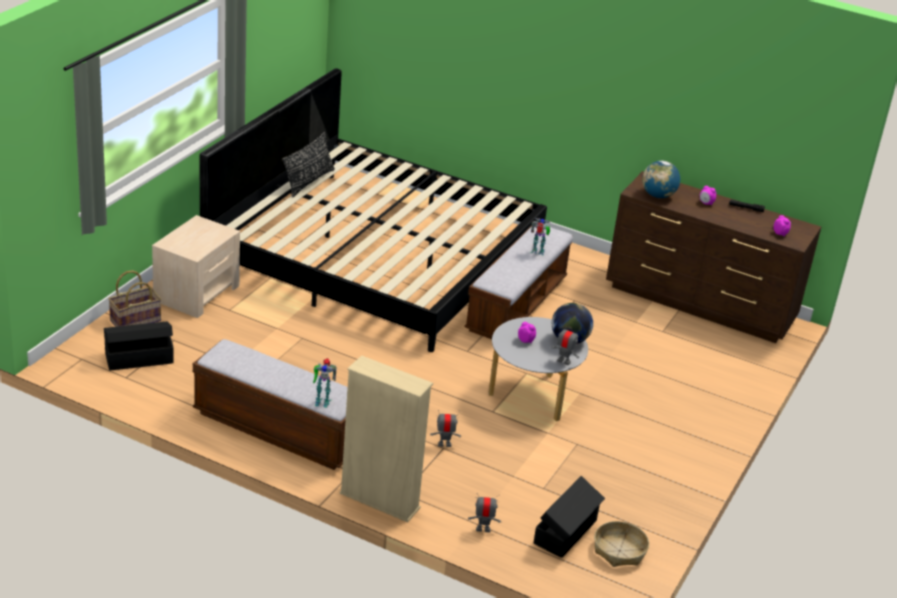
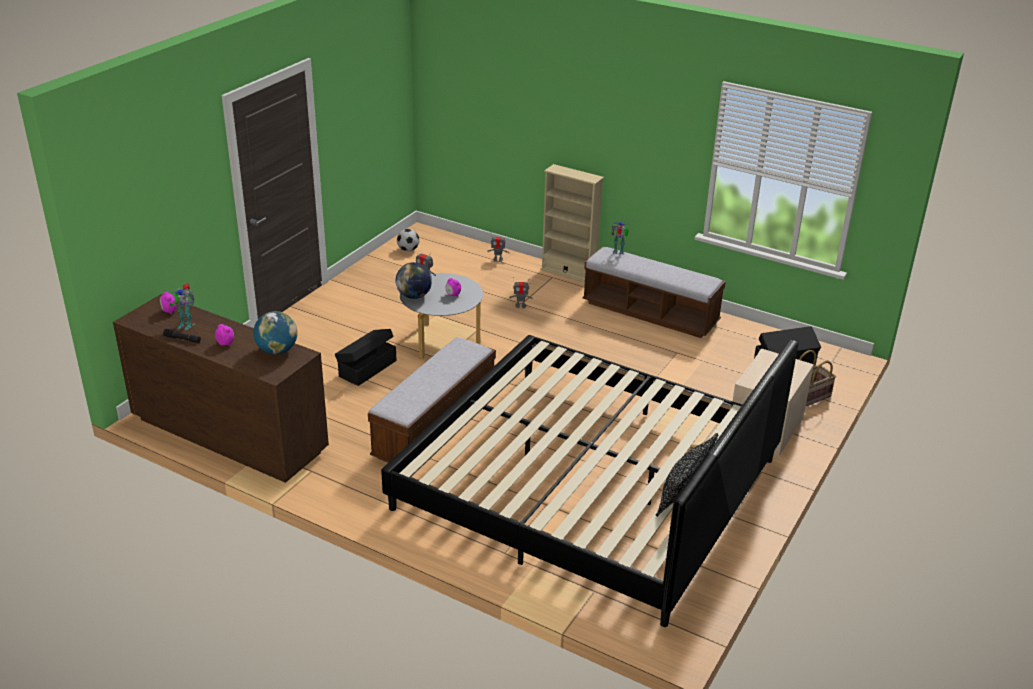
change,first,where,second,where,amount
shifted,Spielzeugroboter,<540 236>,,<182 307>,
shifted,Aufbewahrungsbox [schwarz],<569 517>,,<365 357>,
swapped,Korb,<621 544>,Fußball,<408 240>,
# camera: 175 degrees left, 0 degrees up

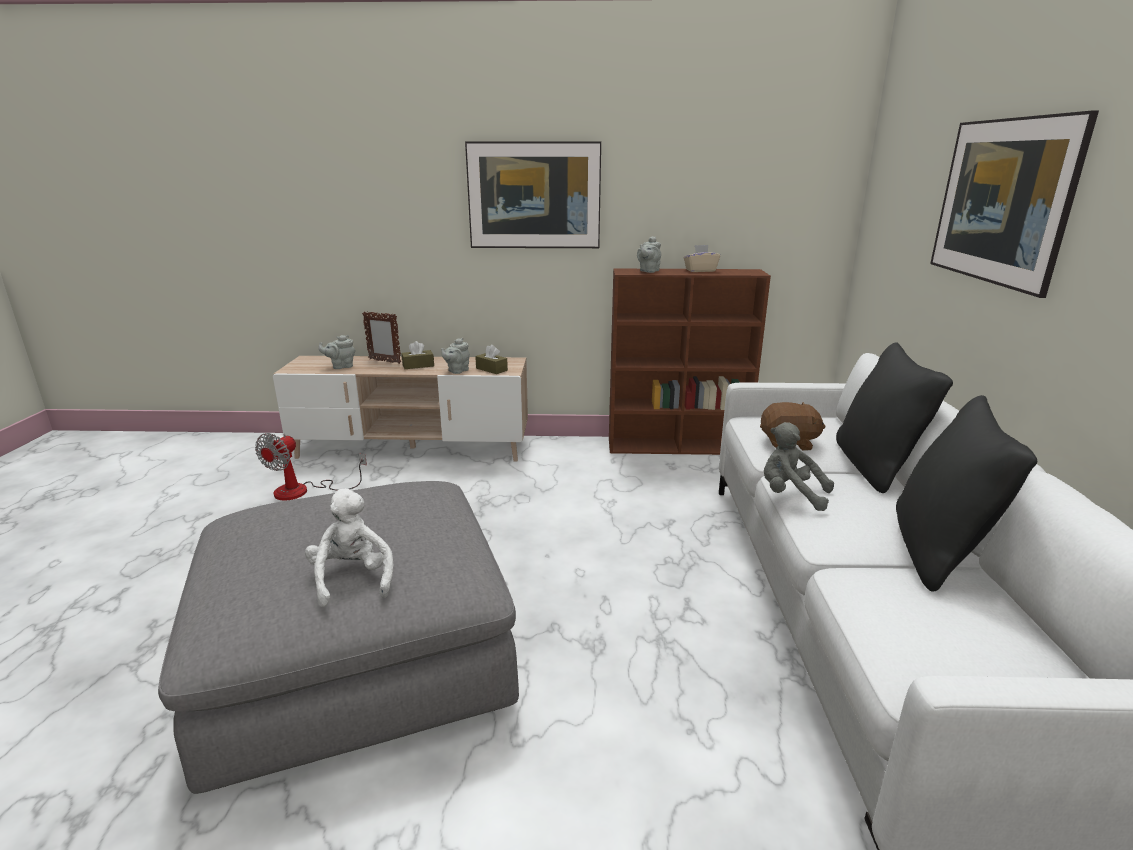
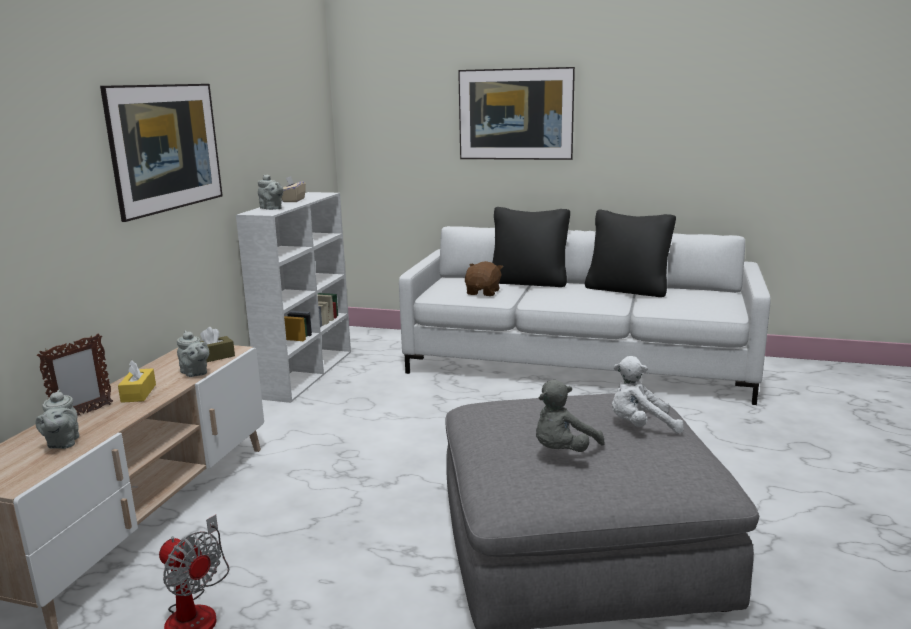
change,first,where,second,where,amount
shifted,Plüschtier [grau],<799 466>,,<570 416>,
repainted,Taschentuchbox [braun],<417 355>,Taschentuchbox [gelb],<137 381>,
repainted,Bücherregal [braun],<690 362>,Bücherregal [weiß],<293 297>,
# camera: 75 degrees left, 5 degrees down

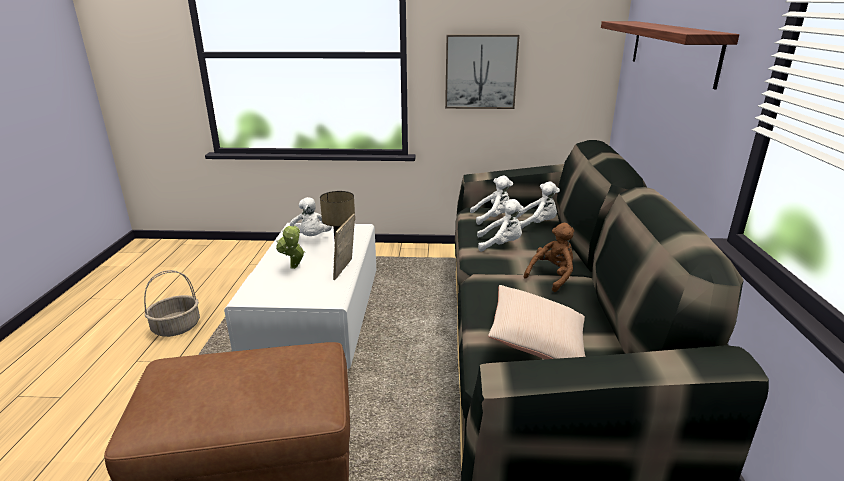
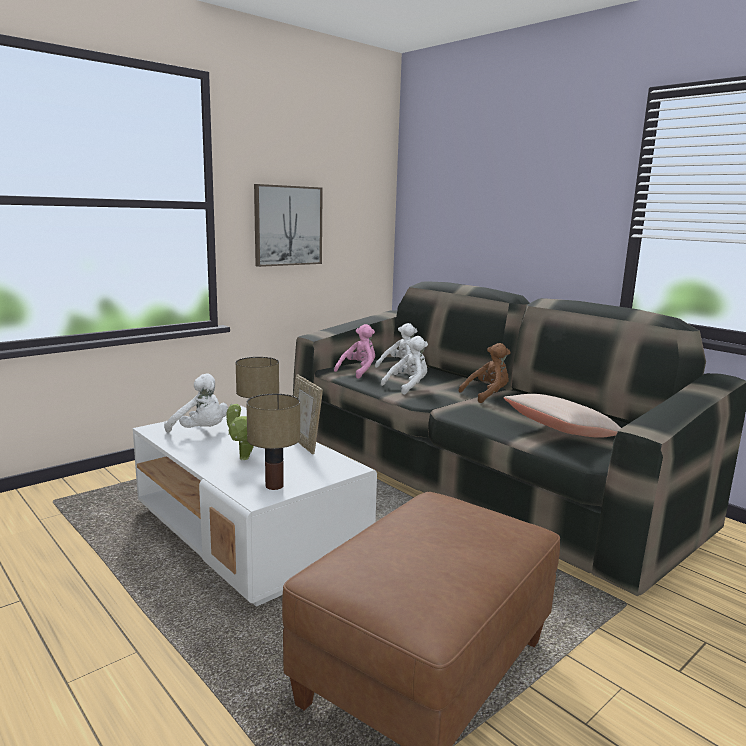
change,first,where,second,where,amount
gone,Korb,<172 303>,,,
gone,Wandregal,<670 55>,,,
new,,,Tischlampe,<273 442>,
repainted,Plüschtier [weiß],<491 200>,Plüschtier [rosa],<354 351>,
rotated,Plüschtier [braun],<549 257>,,<484 373>,60 degrees clockwise
# camera: 45 degrees left, 10 degrees down

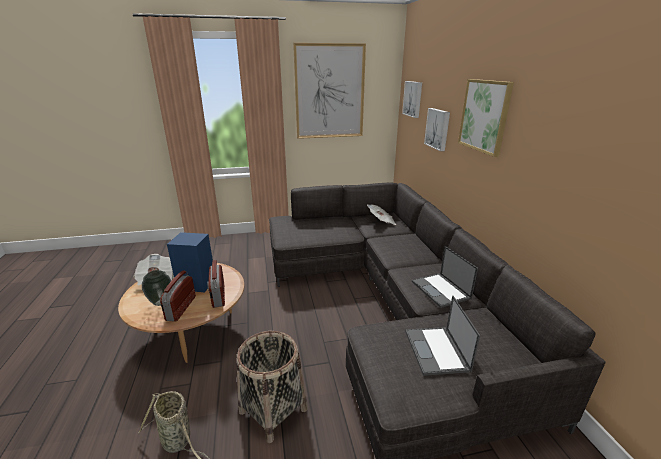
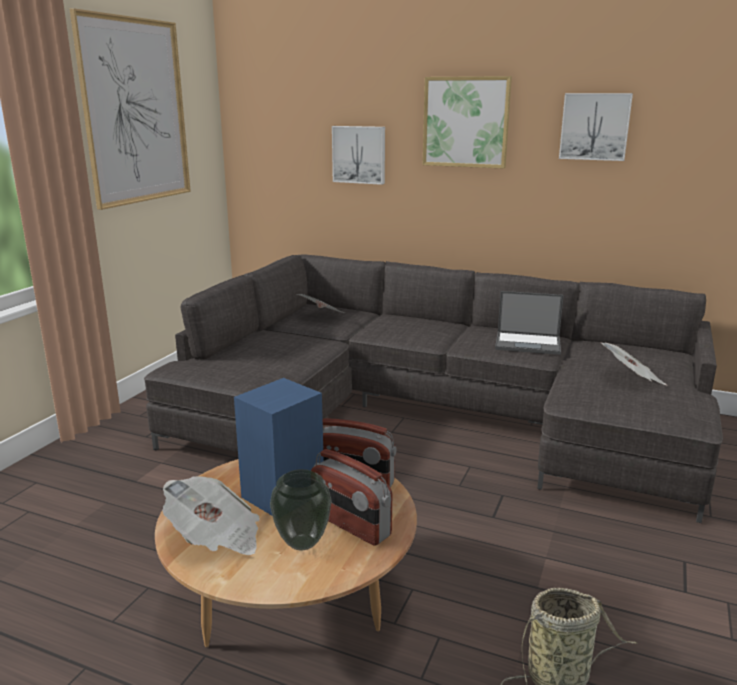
change,first,where,second,where,amount
gone,Korb,<272 387>,,,
shifted,Bild,<412 99>,,<596 127>,
swapped,Laptop,<442 335>,Zeitung,<633 363>,
# camera: 55 degrees left, 5 degrees down

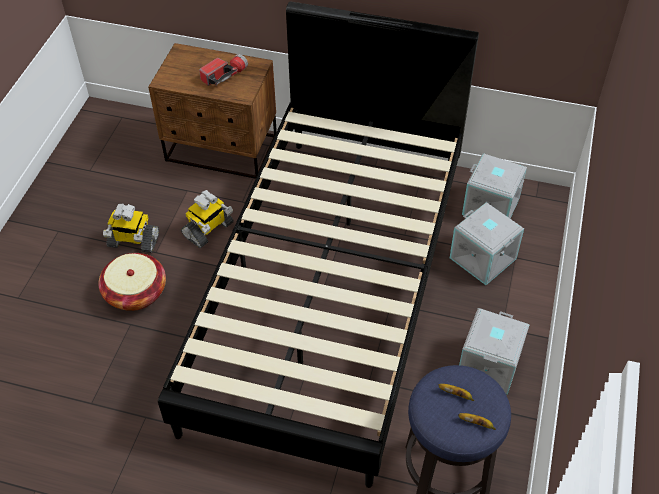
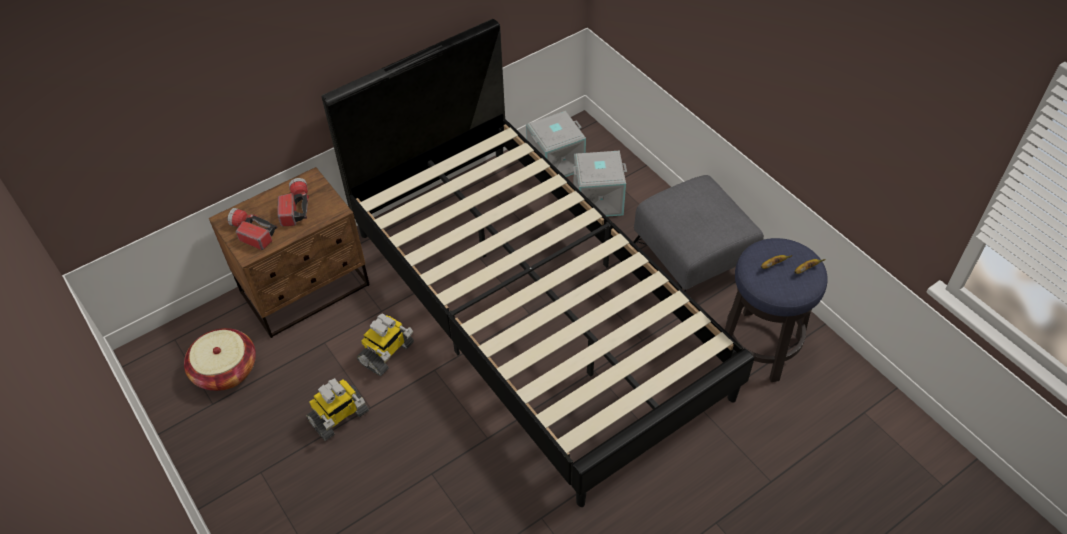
change,first,where,second,where,amount
new,,,Taschenlampe,<253 229>,
shifted,Korb,<132 282>,,<220 359>,
swapped,Aufbewahrungsbox [grau],<494 351>,Polsterhocker [grau],<698 233>,
rotated,Spielzeugroboter,<207 219>,,<385 344>,45 degrees clockwise
# camera: 50 degrees left, 0 degrees up

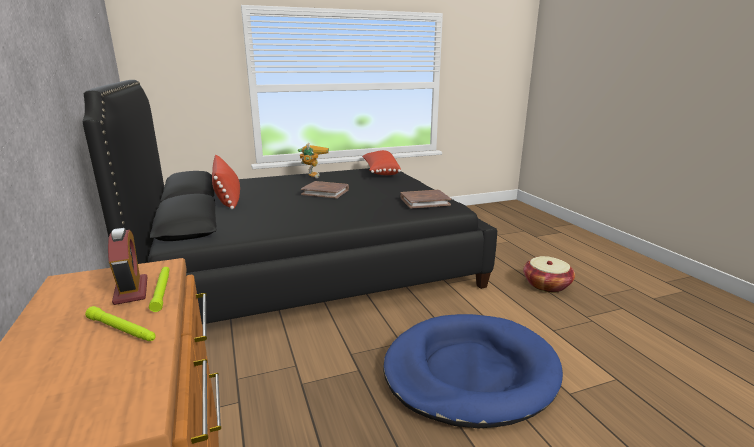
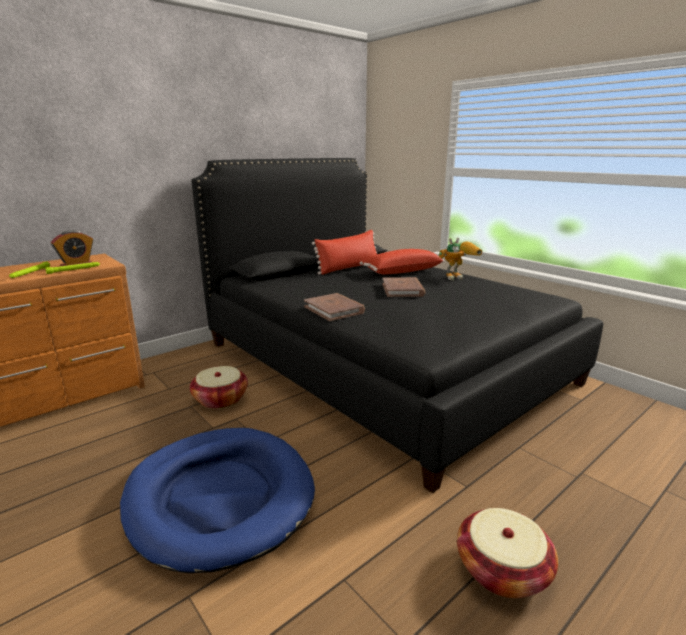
change,first,where,second,where,amount
new,,,Korb,<219 387>,
shifted,Kissen [rot],<381 162>,,<402 261>,
shifted,Buch [braun],<425 199>,,<334 307>,
# camera: 70 degrees right, 0 degrees up

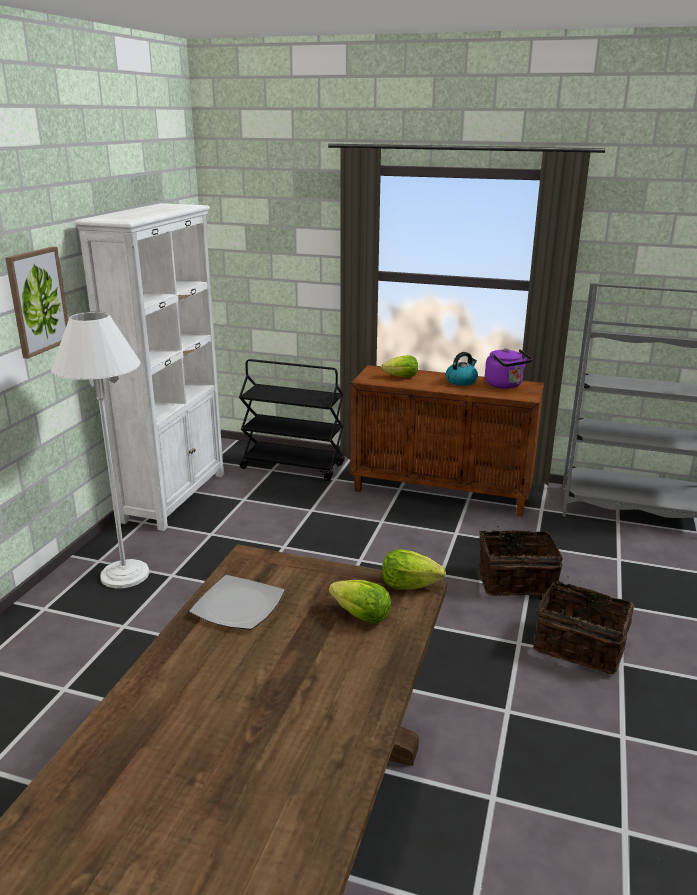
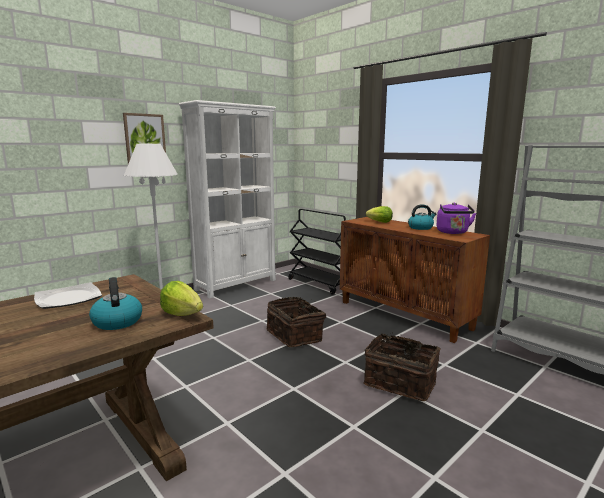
change,first,where,second,where,amount
shifted,Korb,<584 625>,,<296 322>,
swapped,Salatkopf,<360 602>,Wasserkessel,<115 303>,
# camera: 30 degrees right, 10 degrees down

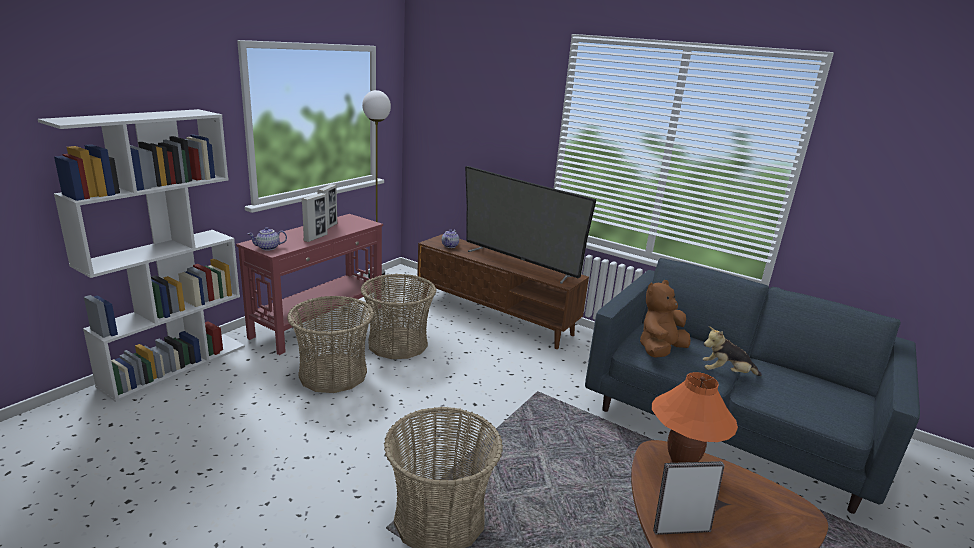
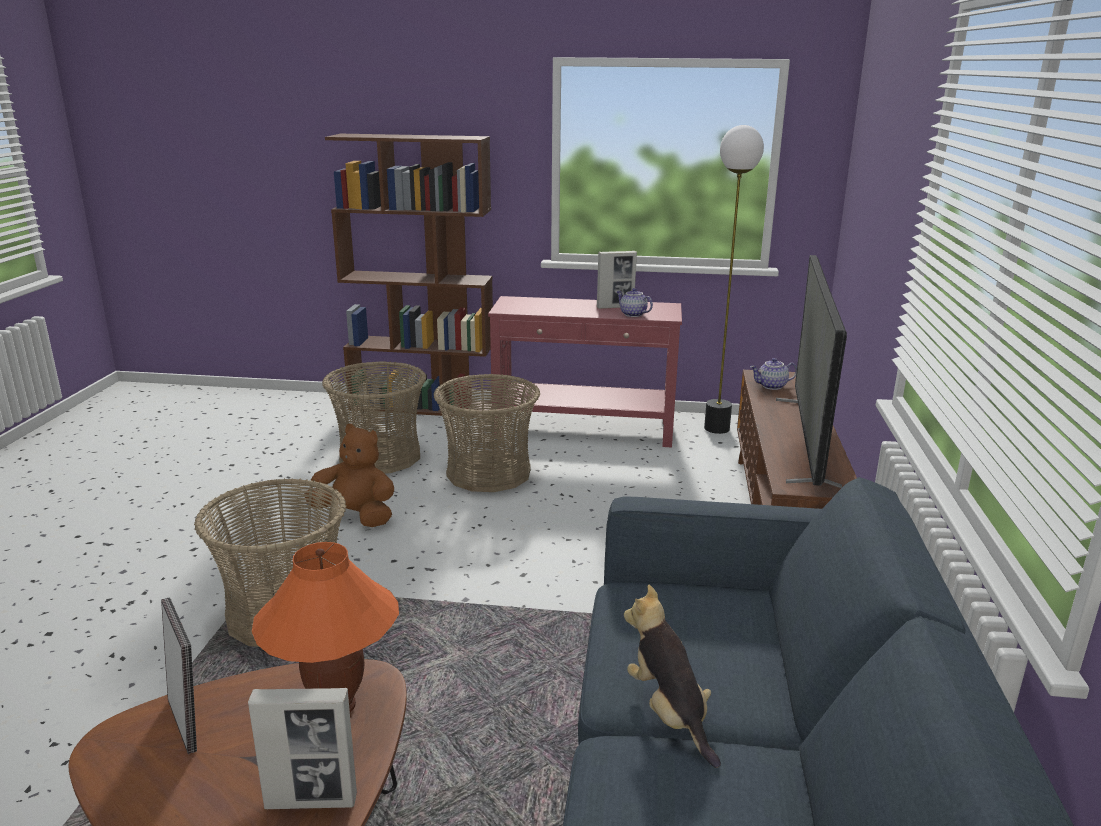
change,first,where,second,where,amount
shifted,Teekanne,<267 239>,,<634 302>,
shifted,Bilderrahmen,<315 217>,,<302 748>,
shifted,Korb,<398 316>,,<374 417>,
shifted,Plüschtier [braun],<665 319>,,<349 475>,
repainted,Bücherregal [weiß],<141 255>,Bücherregal [braun],<409 275>,
# camera: 65 degrees right, 0 degrees up

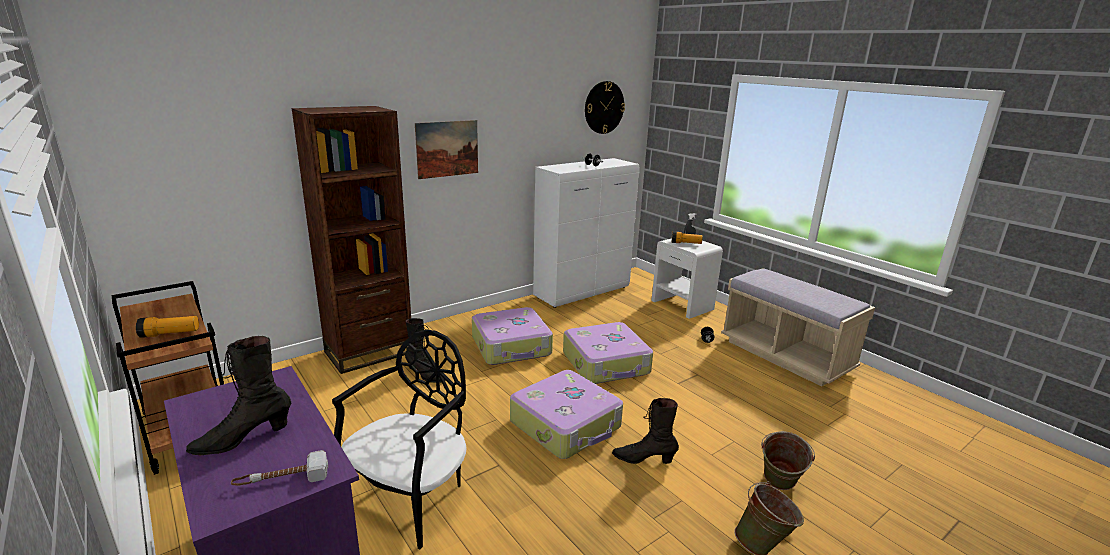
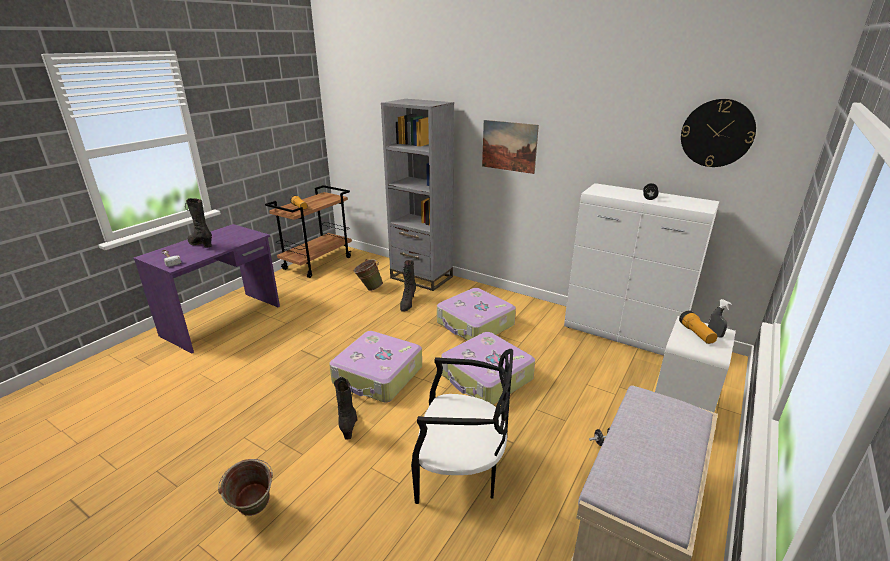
change,first,where,second,where,amount
shifted,Stuhl [schwarz],<399 439>,,<462 426>,
shifted,Eimer [grün],<788 460>,,<368 275>,
repainted,Bücherregal [braun],<351 240>,Bücherregal [grau],<417 195>,
# camera: 70 degrees right, 5 degrees up

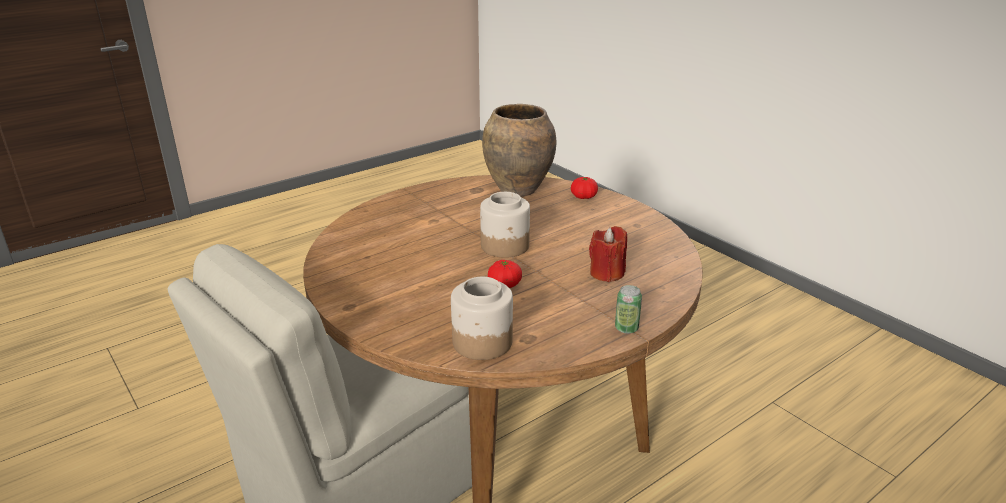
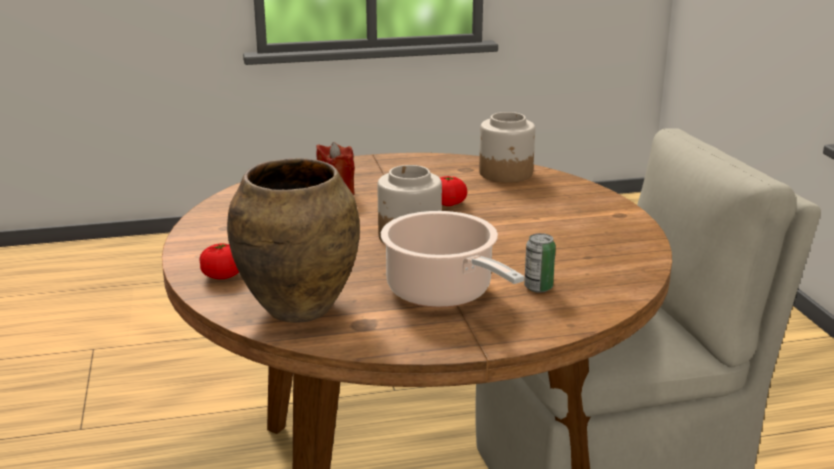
change,first,where,second,where,amount
new,,,Kochtopf,<452 259>,
shifted,Dose,<628 309>,,<540 263>,
# camera: 155 degrees left, 5 degrees down

